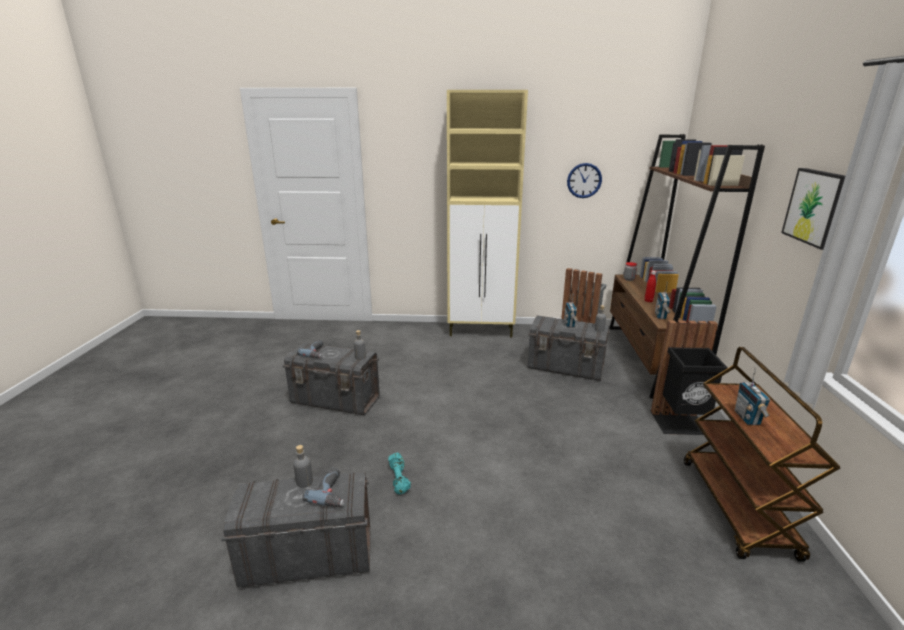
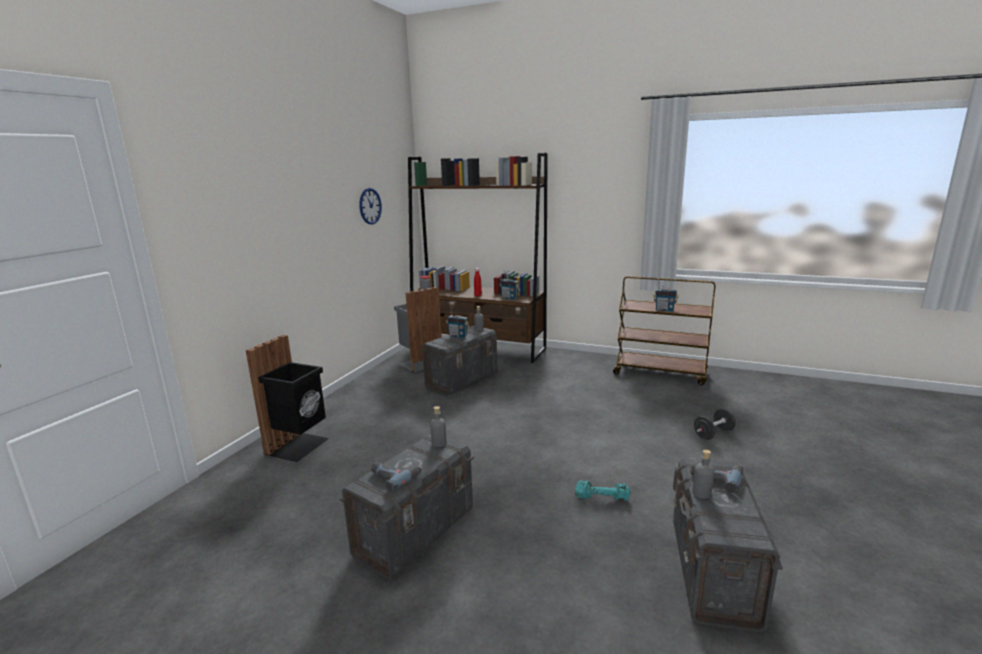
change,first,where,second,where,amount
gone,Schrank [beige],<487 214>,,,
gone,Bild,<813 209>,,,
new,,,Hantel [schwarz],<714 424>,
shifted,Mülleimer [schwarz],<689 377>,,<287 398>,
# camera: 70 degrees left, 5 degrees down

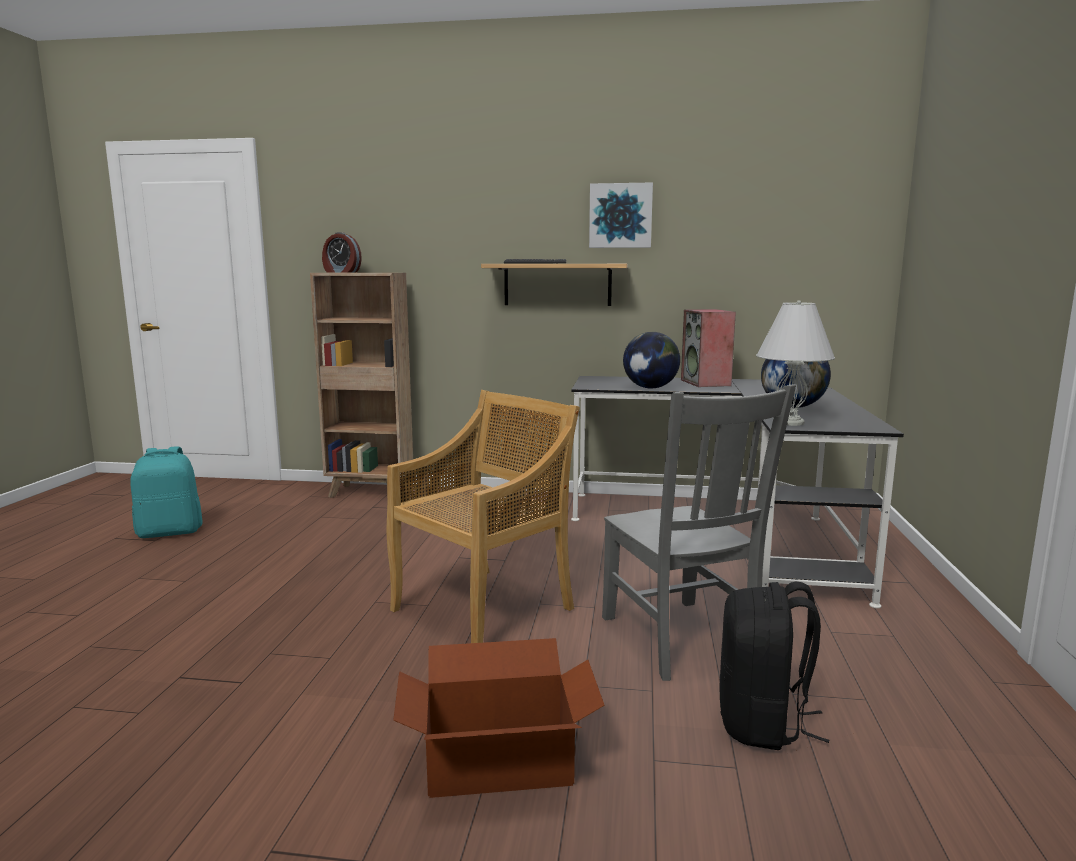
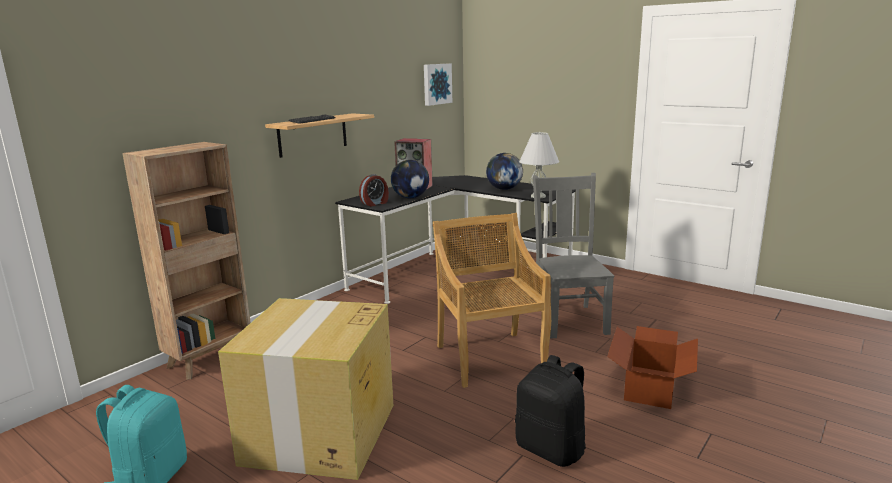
change,first,where,second,where,amount
new,,,Karton,<305 389>,
shifted,Wecker,<342 252>,,<374 190>,
shifted,Bild,<621 215>,,<438 84>,
shifted,Rucksack [schwarz],<774 666>,,<550 411>,
rotated,Stuhl [grau],<699 532>,,<573 255>,105 degrees counterclockwise
# camera: 60 degrees left, 5 degrees up

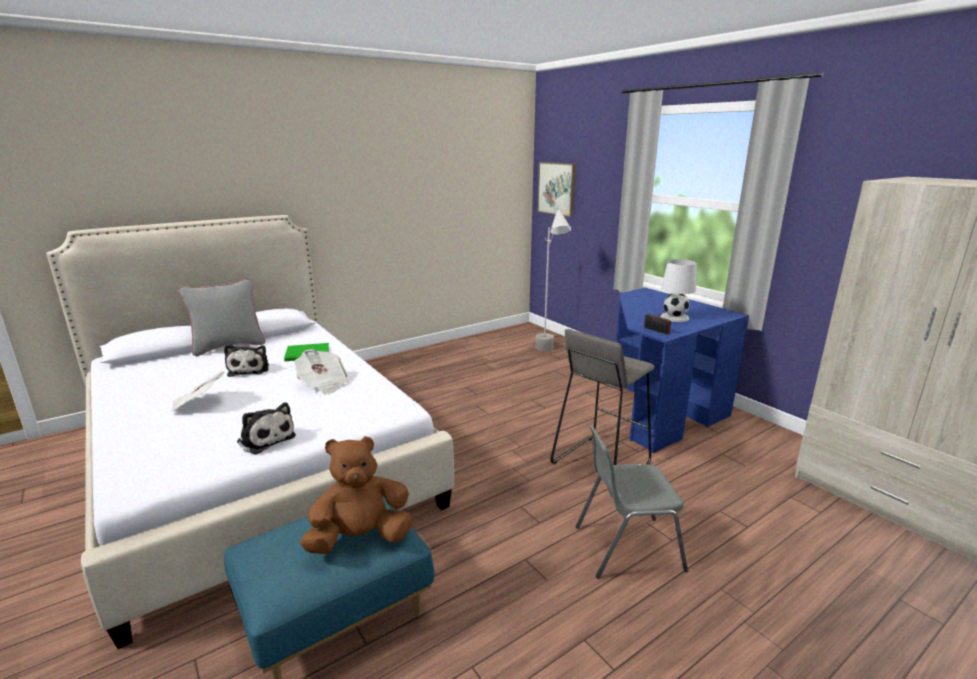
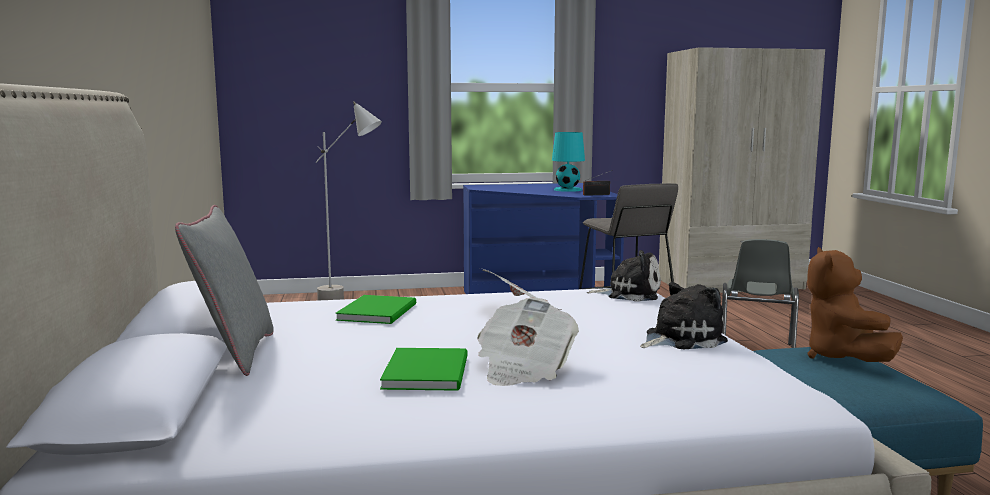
change,first,where,second,where,amount
gone,Bild,<557 189>,,,
new,,,Buch [grün],<423 369>,
shifted,Plüschtier,<246 361>,,<624 276>,
repainted,Tischlampe [weiß],<679 290>,Tischlampe [türkis],<568 162>,
# camera: 65 degrees left, 10 degrees down

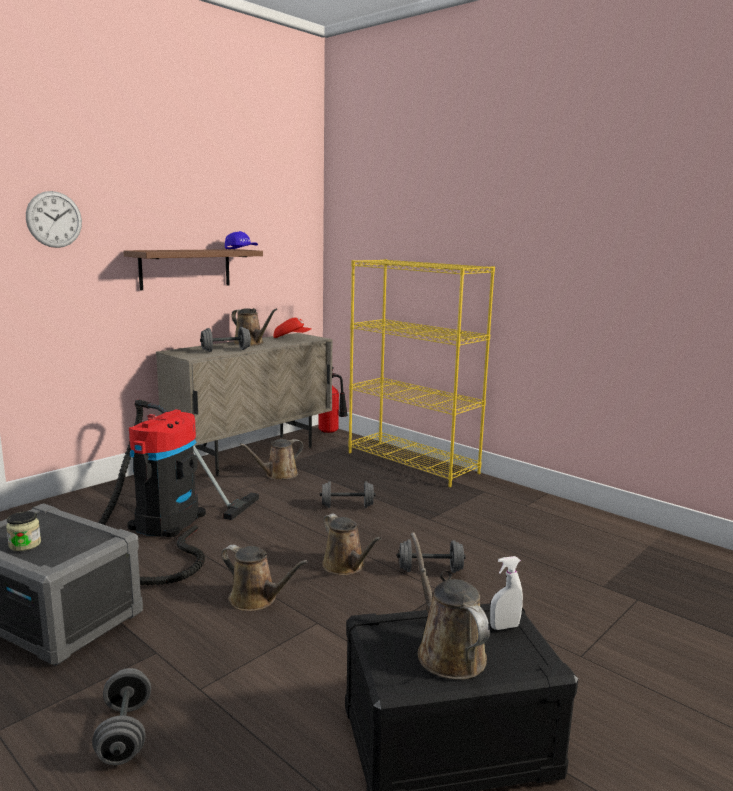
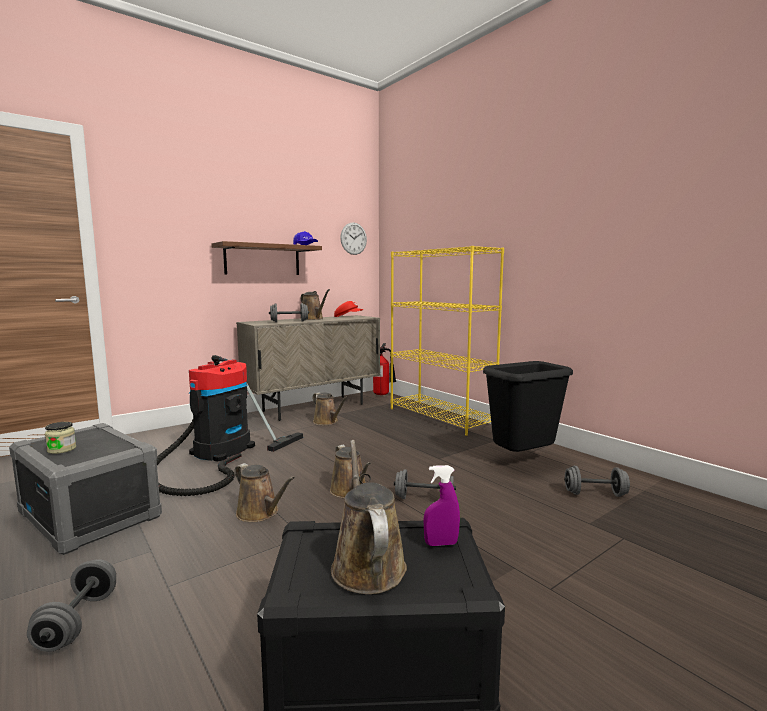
change,first,where,second,where,amount
new,,,Mülleimer [schwarz],<528 406>,
shifted,Wanduhr,<54 219>,,<353 239>,
shifted,Hantel [grau],<348 494>,,<597 481>,
repainted,Sprühflasche [weiß],<506 593>,Sprühflasche [lila],<442 505>,
rotated,Gießkanne [braun],<271 459>,,<330 408>,105 degrees counterclockwise
# camera: 10 degrees right, 5 degrees down

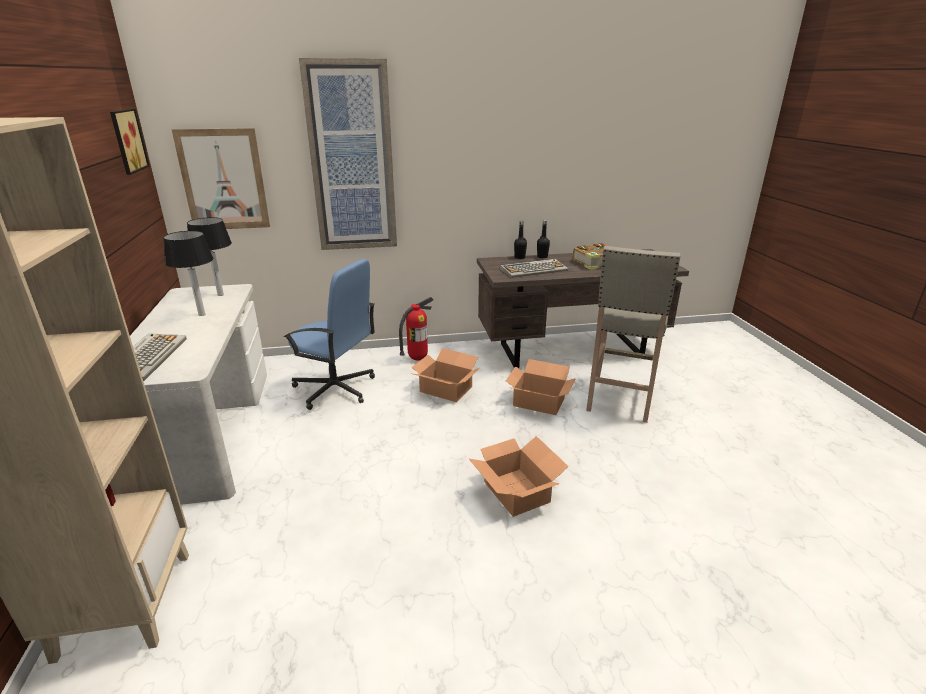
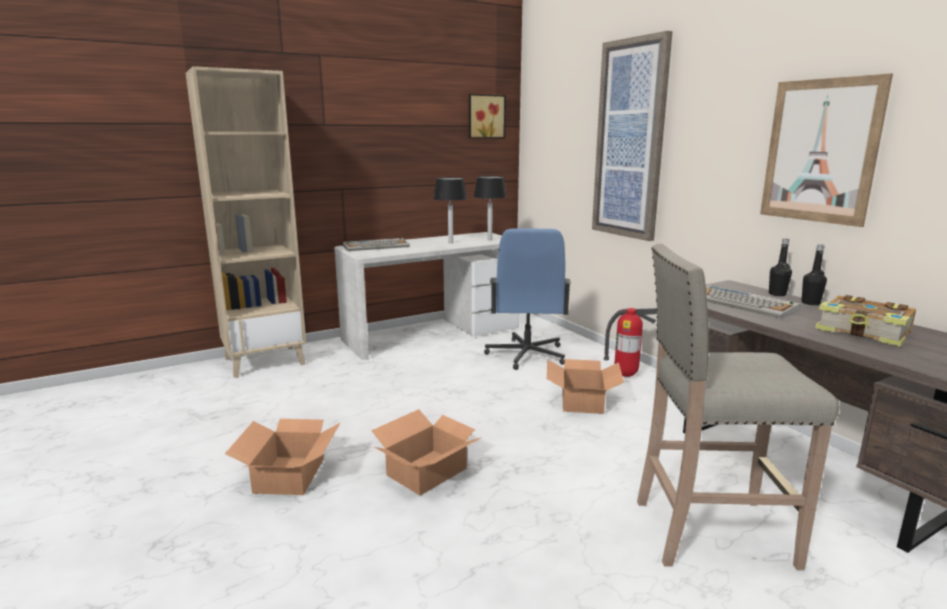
change,first,where,second,where,amount
shifted,Bild,<221 178>,,<826 150>,
shifted,Karton,<541 387>,,<283 457>,
# camera: 70 degrees right, 10 degrees down

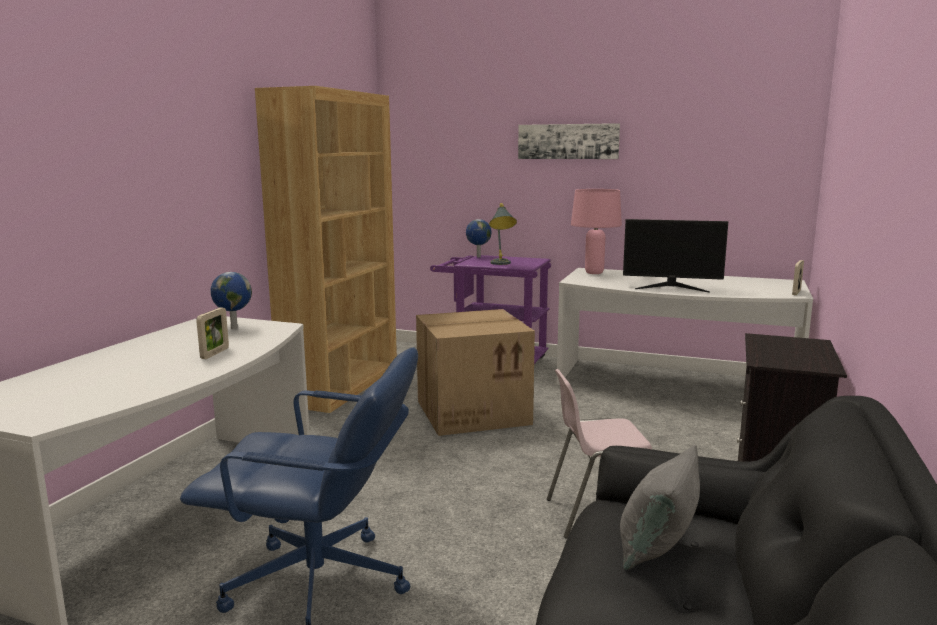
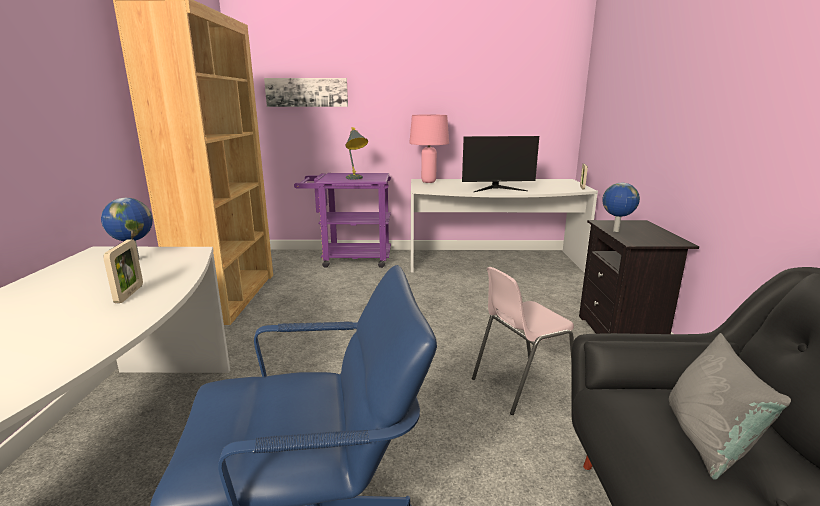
change,first,where,second,where,amount
gone,Karton,<475 372>,,,
shifted,Globus,<479 238>,,<621 207>,
shifted,Bild,<569 141>,,<306 92>,
# camera: 20 degrees left, 5 degrees up

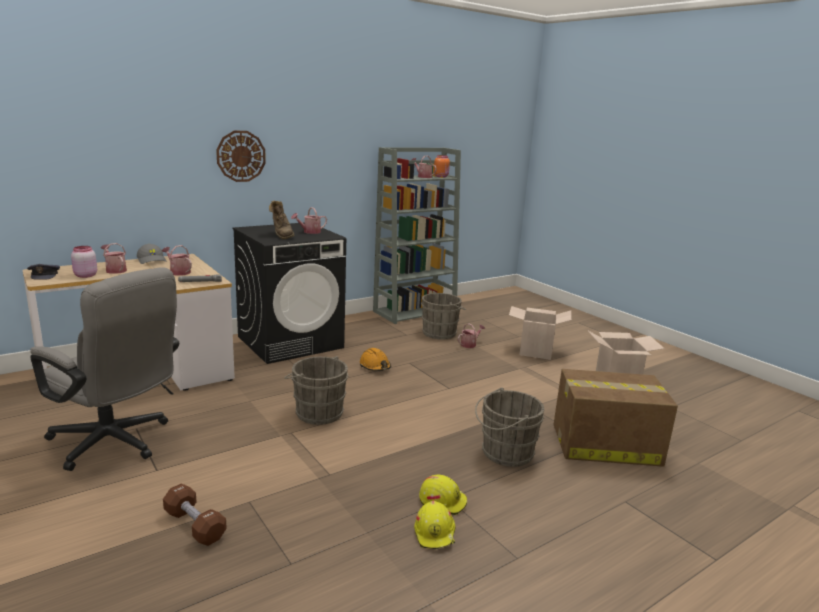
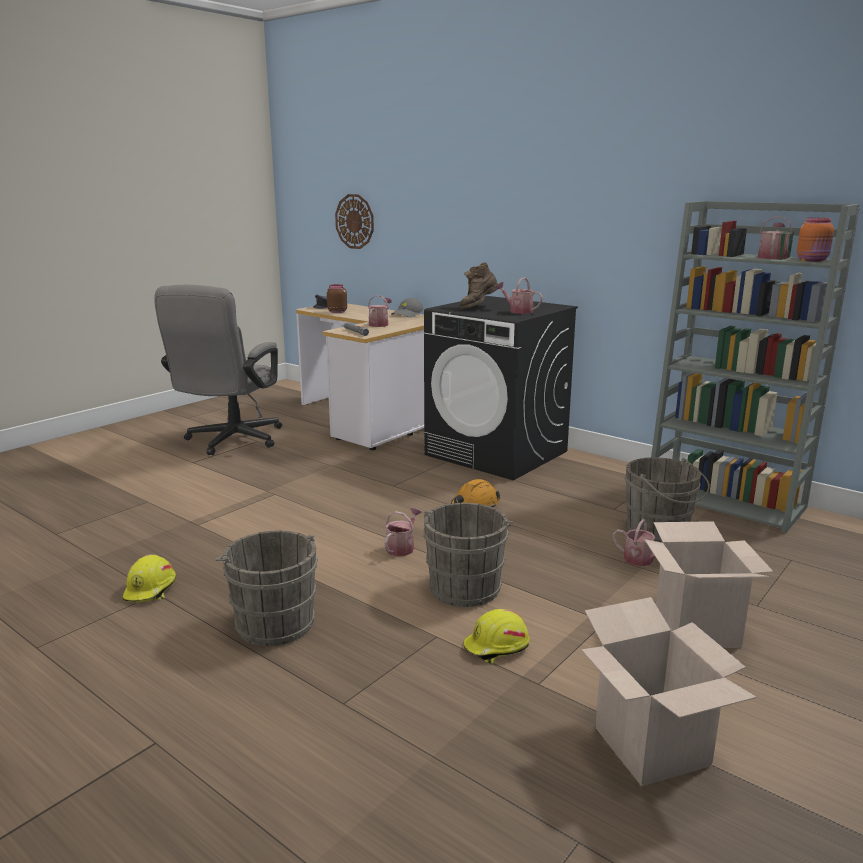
change,first,where,second,where,amount
gone,Hantel [braun],<195 515>,,,
gone,Karton,<615 418>,,,
shifted,Gießkanne,<114 258>,,<402 532>,
shifted,Wanduhr,<241 156>,,<354 221>,
shifted,Eimer [grau],<316 390>,,<468 555>,
shifted,Schutzhelm [gelb],<435 525>,,<496 636>,
repainted,Vorratsglas [rosa],<84 262>,Vorratsglas [braun],<337 298>,
# camera: 75 degrees right, 0 degrees up

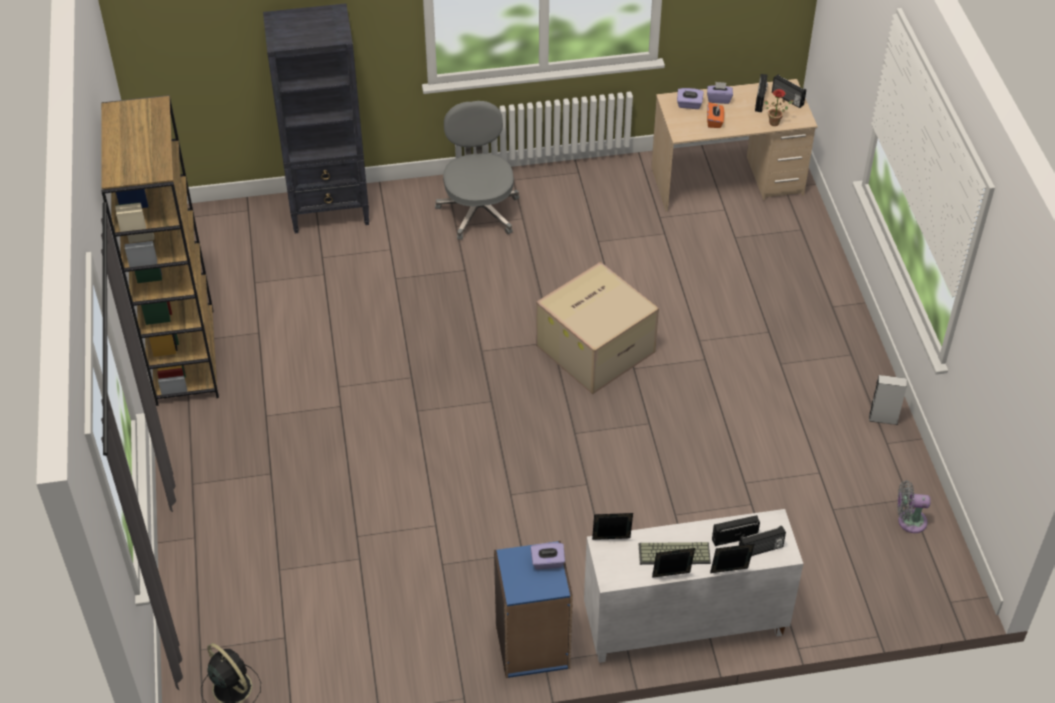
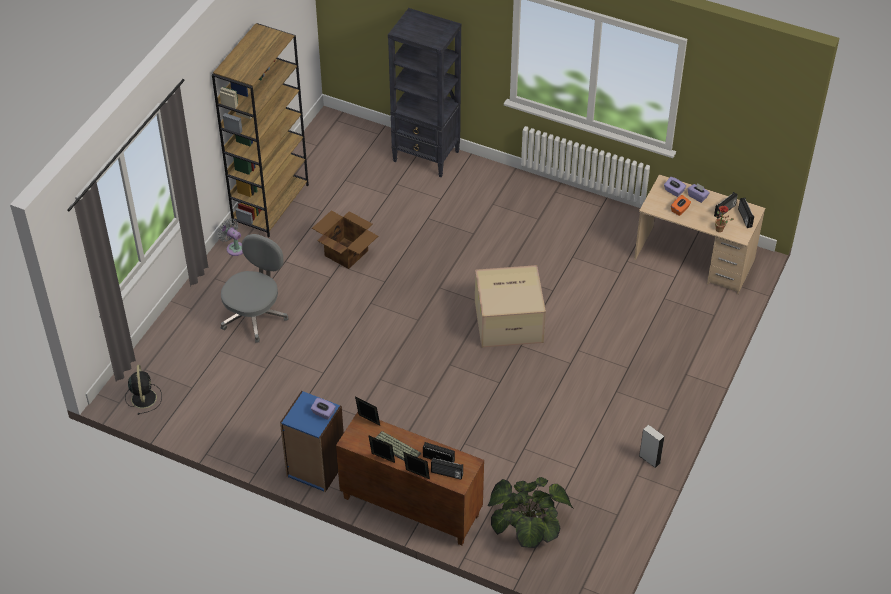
change,first,where,second,where,amount
new,,,Karton,<345 240>,
new,,,Topfpflanze,<530 512>,
shifted,Bürostuhl [grau],<477 170>,,<254 288>,
shifted,Ventilator [grau],<914 506>,,<230 237>,
repainted,Schrank [weiß],<693 586>,Schrank [braun],<410 478>,
# camera: 35 degrees right, 0 degrees up

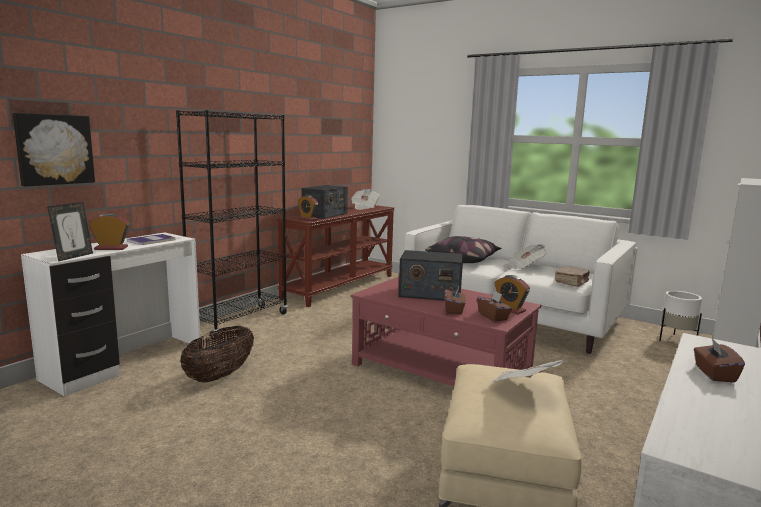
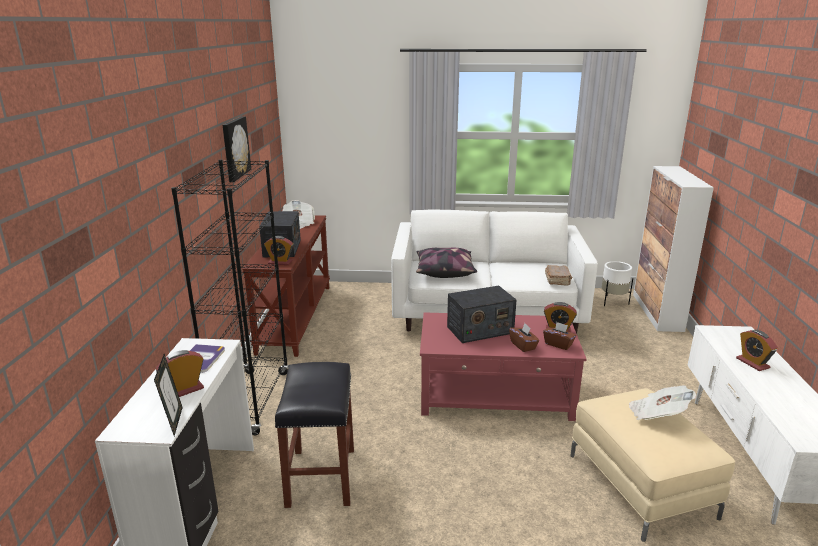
change,first,where,second,where,amount
gone,Zeitung,<525 257>,,,
shifted,Bild,<54 149>,,<236 149>,
swapped,Korb,<217 354>,Hocker [schwarz],<314 435>,
swapped,Taschentuchbox [braun],<719 360>,Wecker,<757 350>,
# camera: 30 degrees left, 10 degrees up

